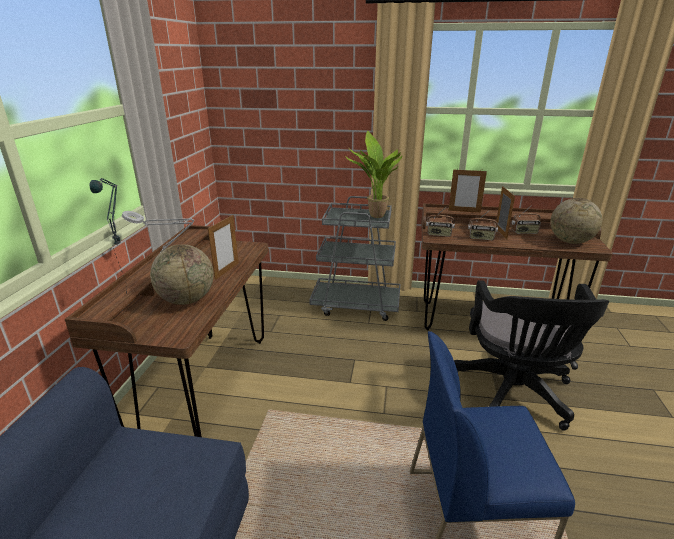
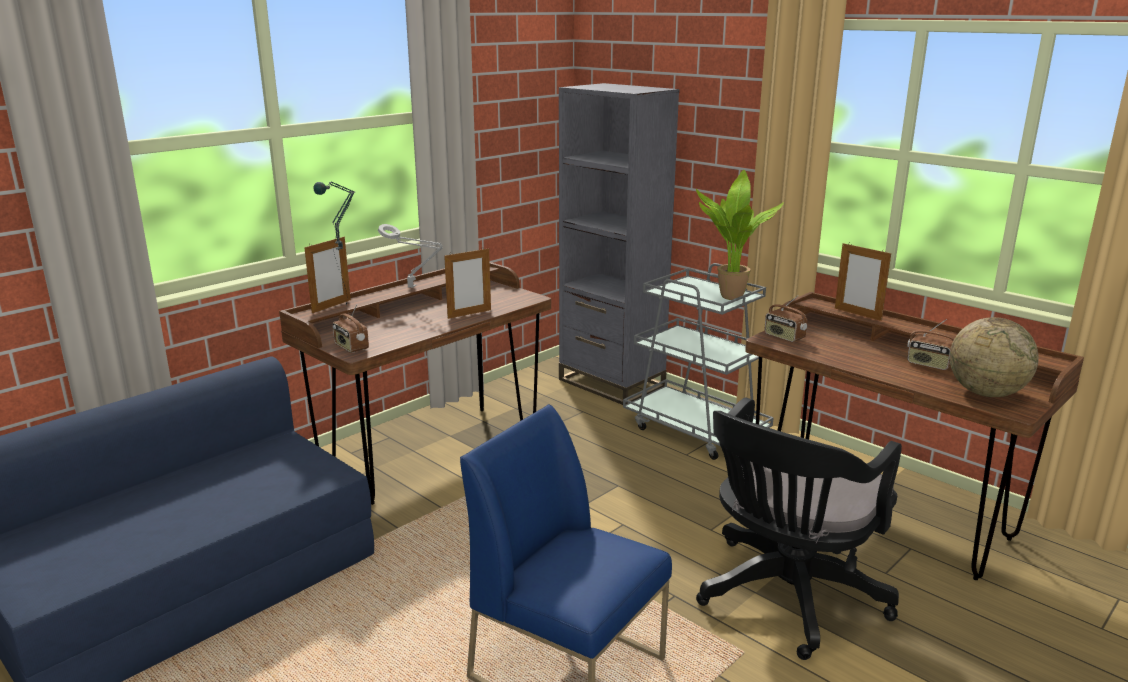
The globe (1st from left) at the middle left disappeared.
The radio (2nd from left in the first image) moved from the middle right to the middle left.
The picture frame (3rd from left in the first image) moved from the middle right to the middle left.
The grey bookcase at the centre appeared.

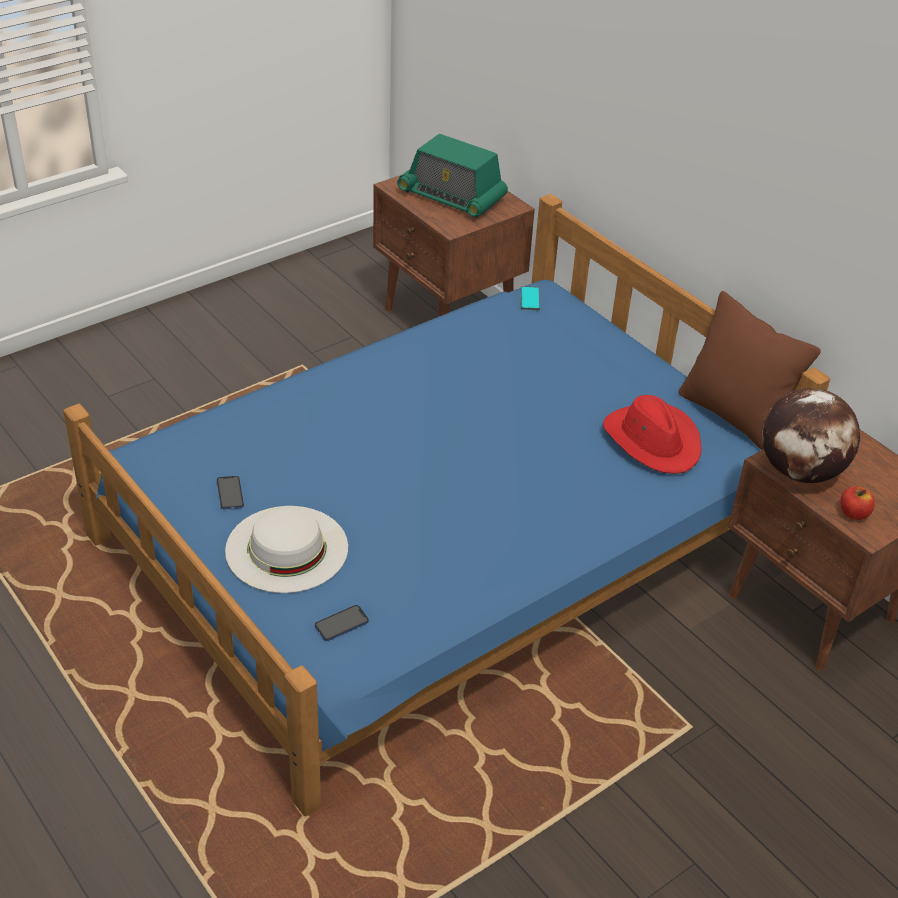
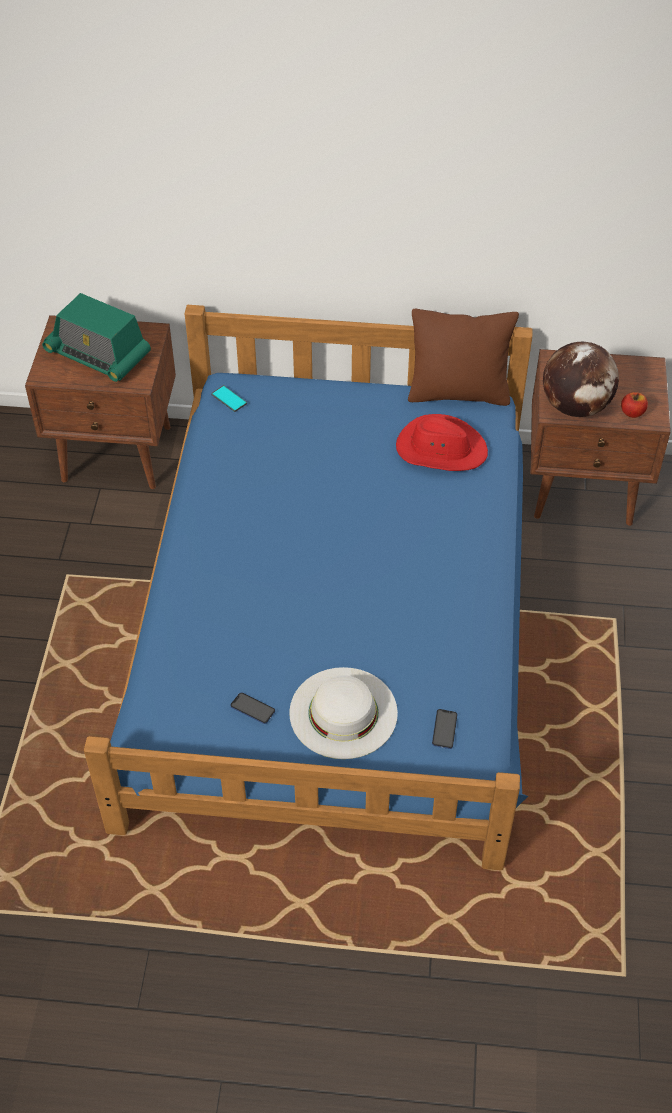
The radio at the top centre turned 45 degrees clockwise.

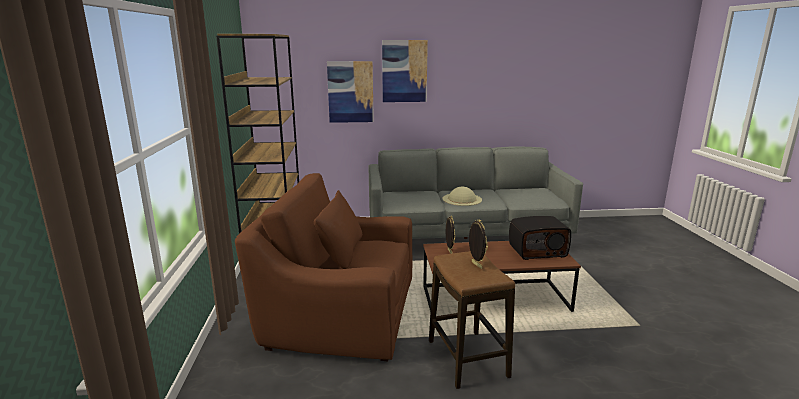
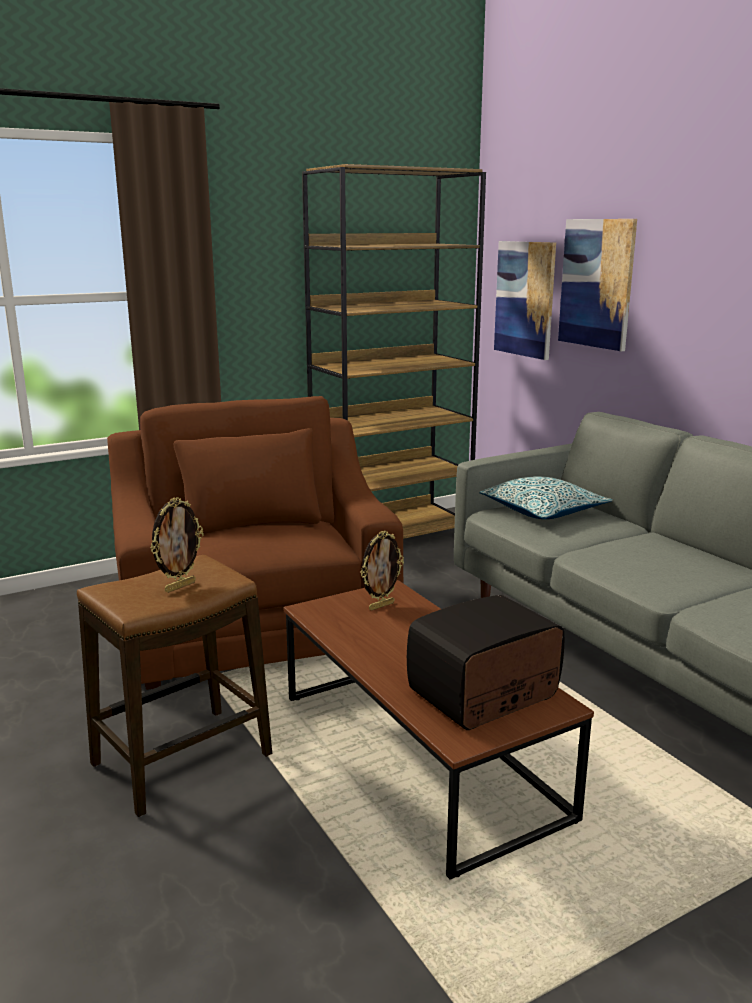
The picture (2nd from left in the first image) moved from the top centre to the top right.
The beige hat at the centre disappeared.
The radio at the middle right turned 90 degrees clockwise.
The pillow at the middle right appeared.

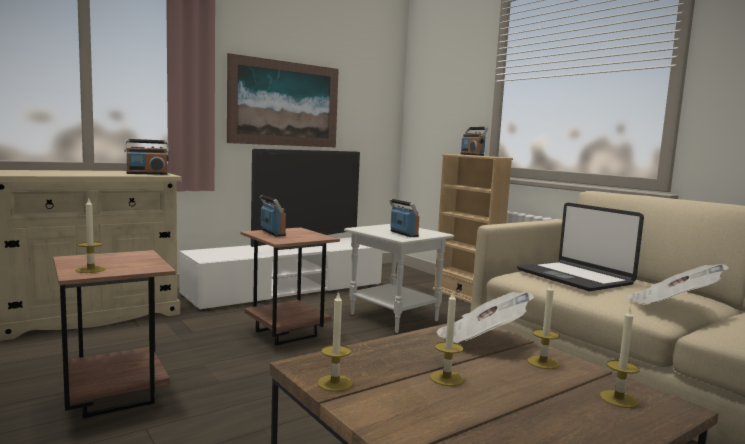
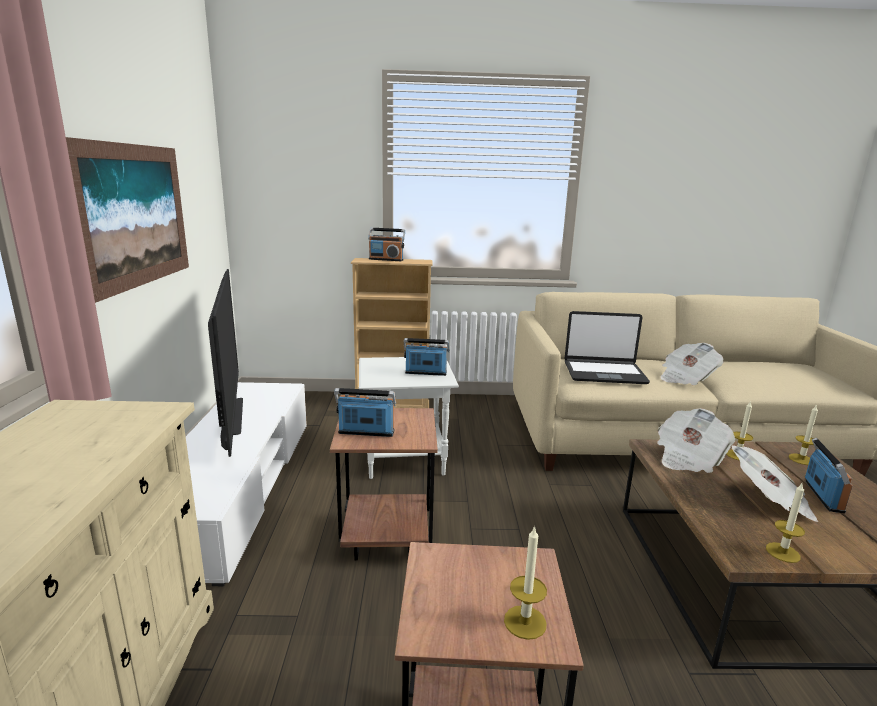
The radio (1st from left in the first image) moved from the middle left to the bottom right.
The candle (3rd from left) at the bottom centre was replaced by the newspaper (3rd from left) at the bottom right.

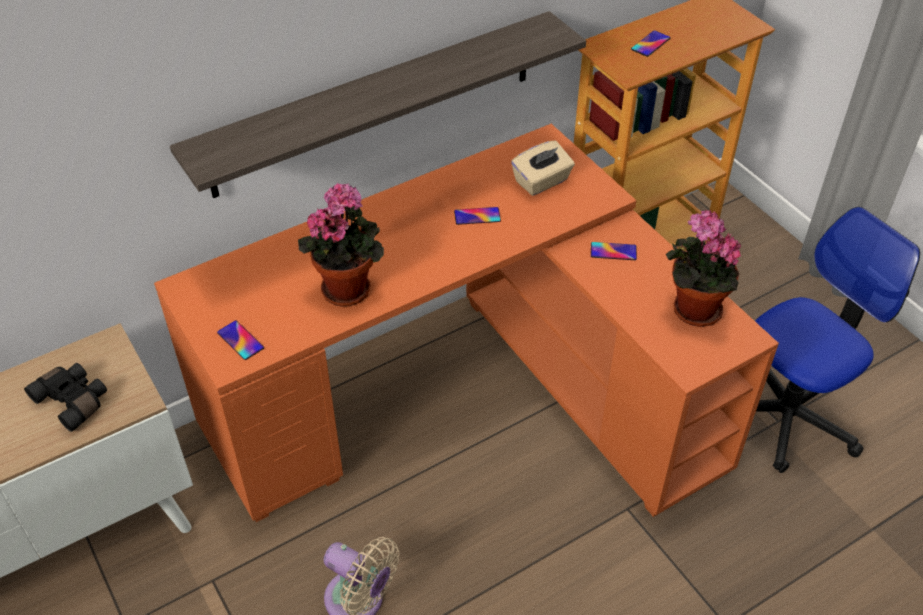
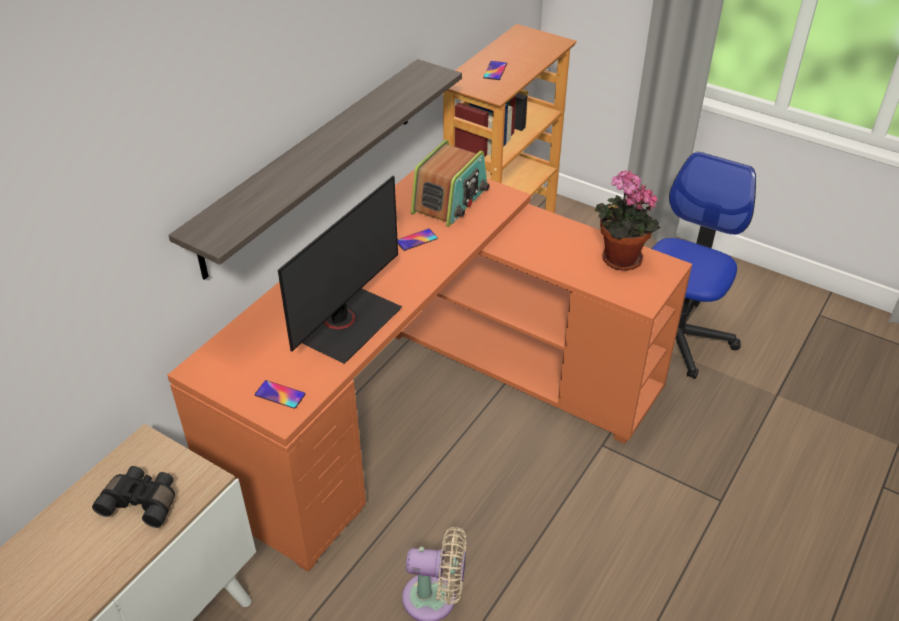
The potted plant (1st from left) at the centre was replaced by the monitor at the centre.
The beige tissue box at the top centre was replaced by the radio at the top centre.
The phone (3rd from left) at the centre disappeared.

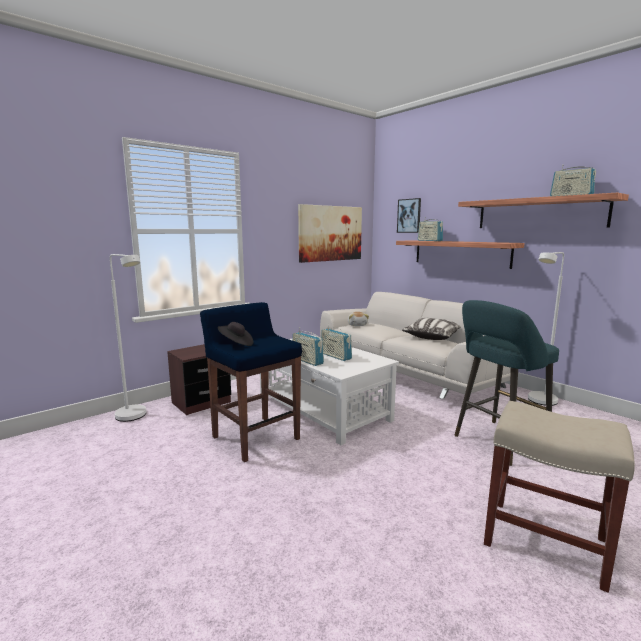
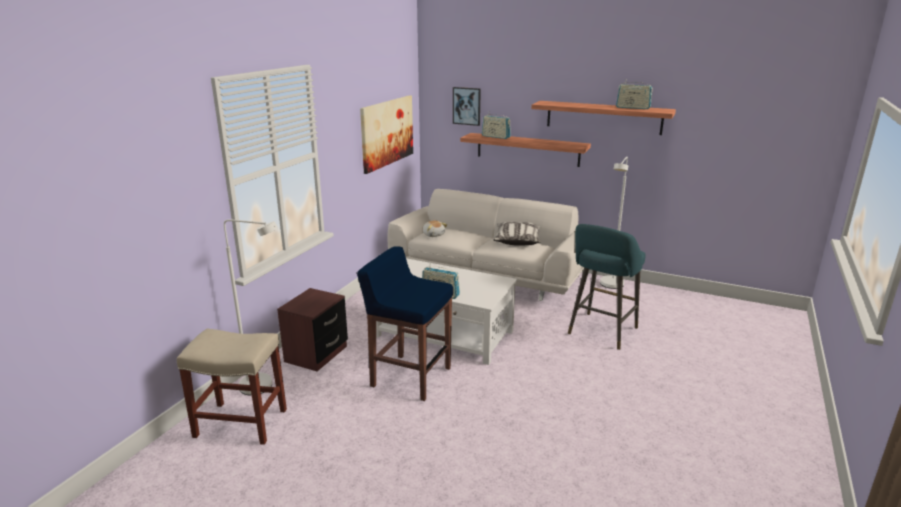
The black hat at the centre disappeared.
The radio (2nd from left) at the centre disappeared.
The beige stool moved from the bottom right to the bottom left.

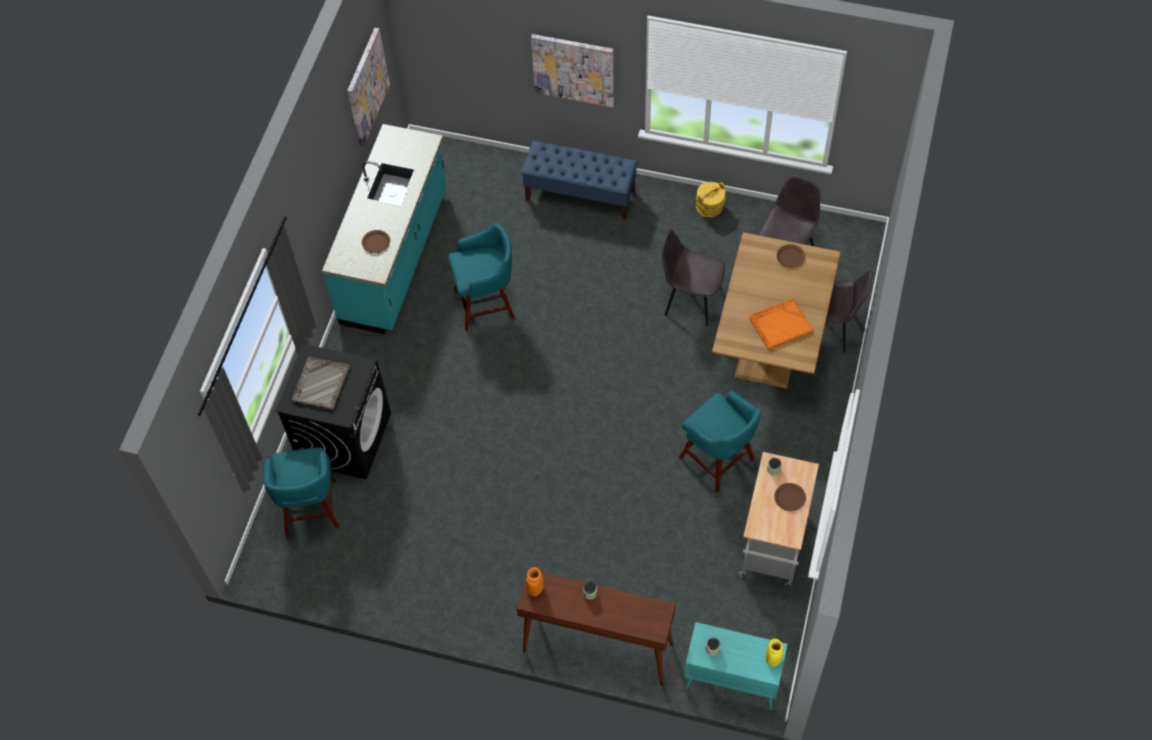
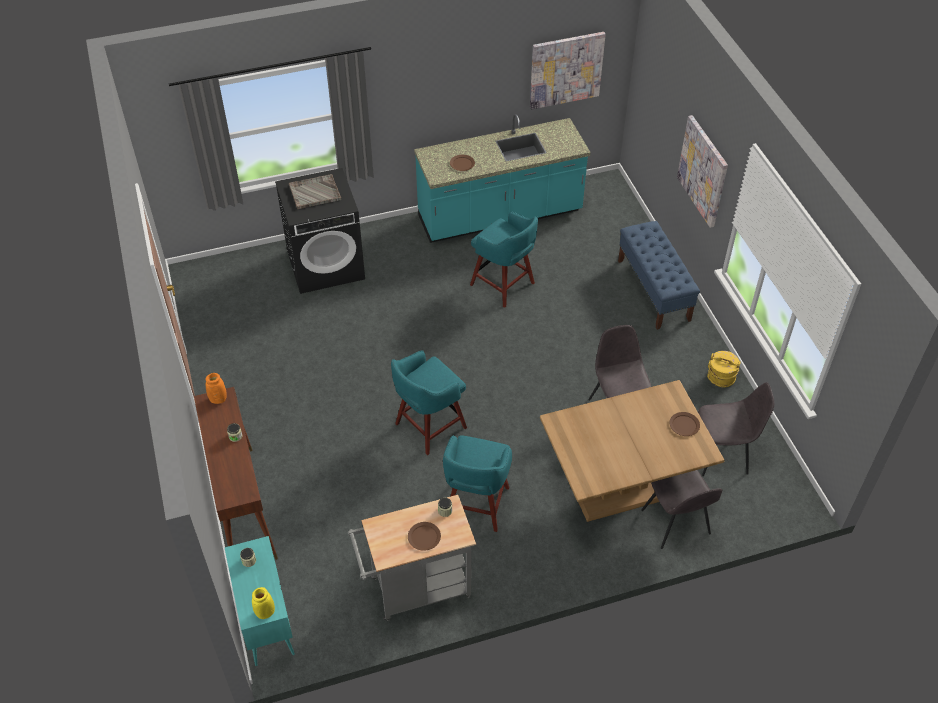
The turquoise stool (1st from left) moved from the middle left to the centre.
The orange tray at the middle right disappeared.

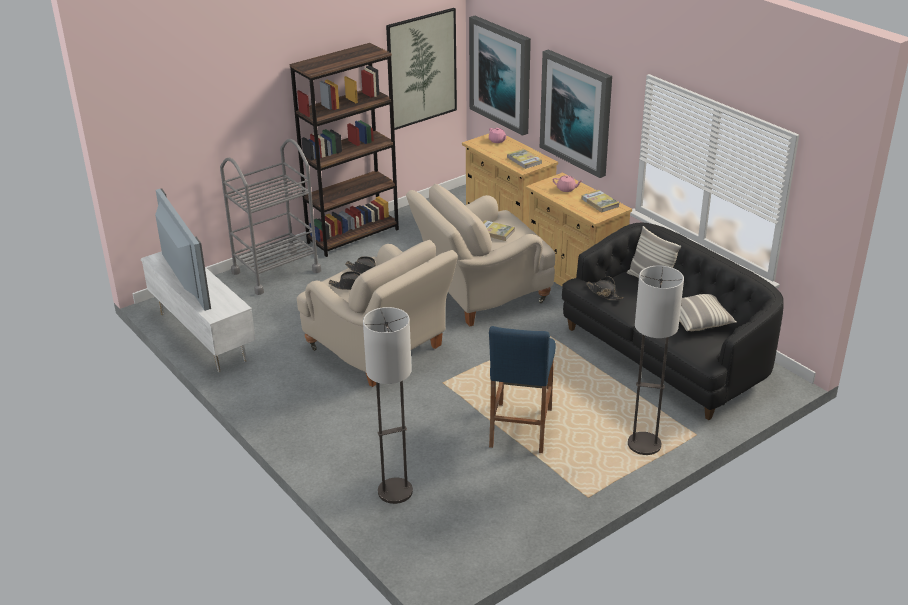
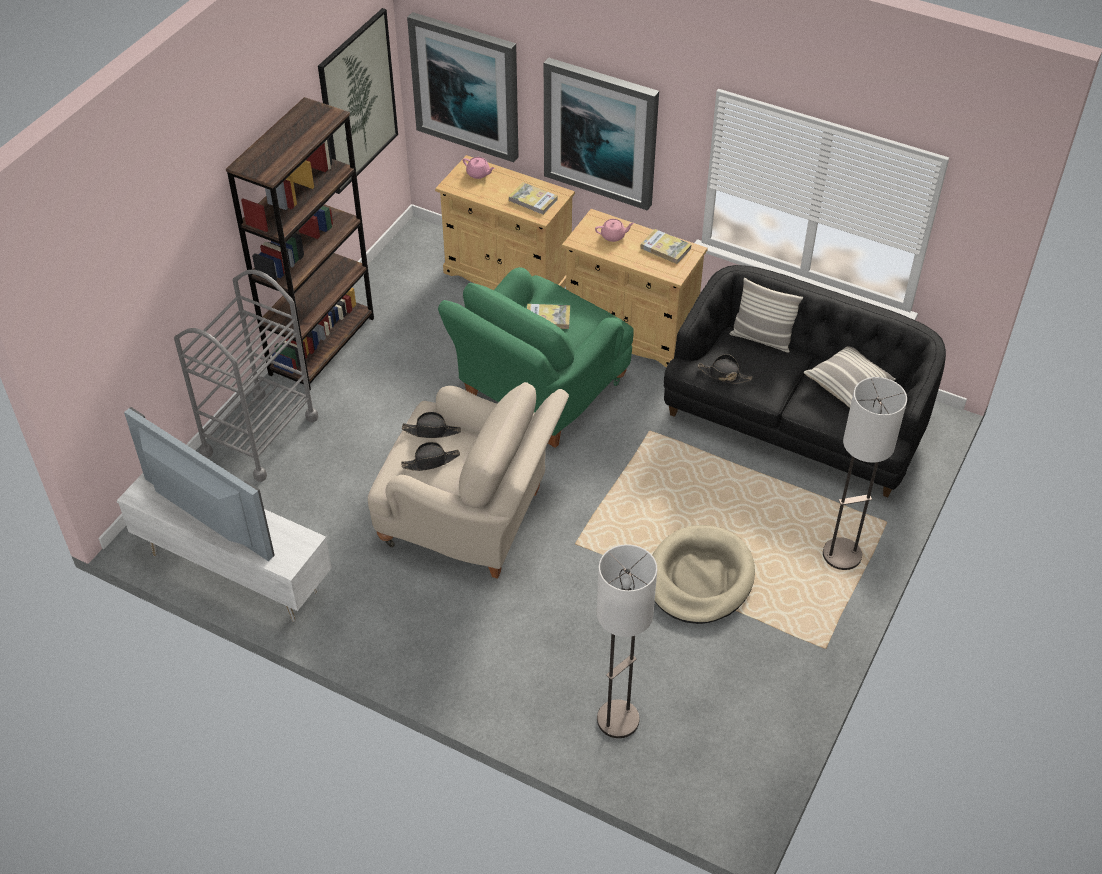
The beige armchair (2nd from left) at the centre became the green armchair at the centre.
The blue stool at the centre was replaced by the beige dog bed at the centre.

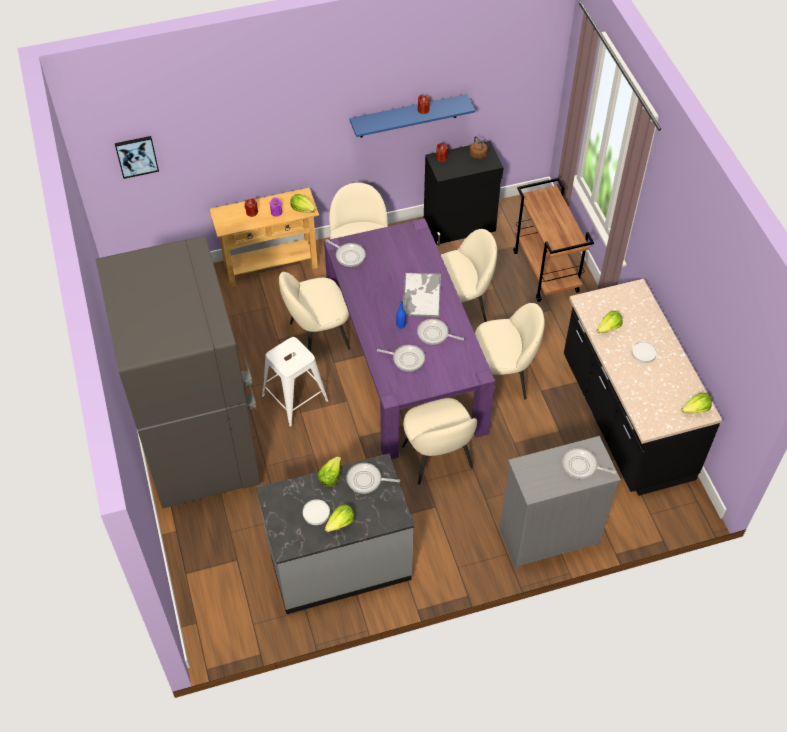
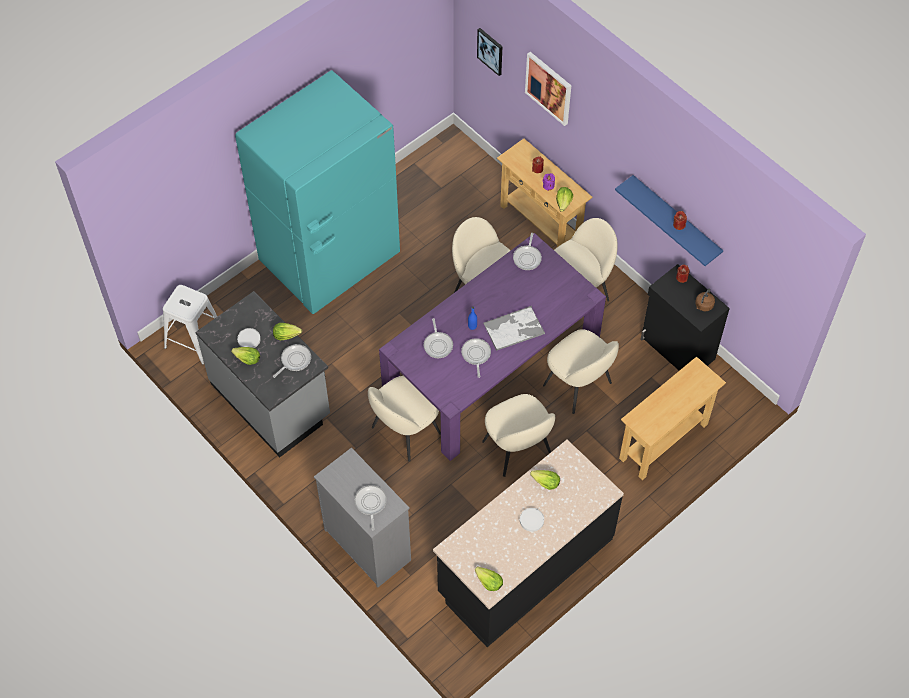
The grey fridge at the middle left became the turquoise fridge at the top centre.
The white stool moved from the centre to the middle left.
The frying pan (2nd from left in the first image) at the centre turned 60 degrees clockwise.
The brown cart at the top right was replaced by the beige console table (2nd from left) at the middle right.
The picture (2nd from left) at the top centre appeared.

